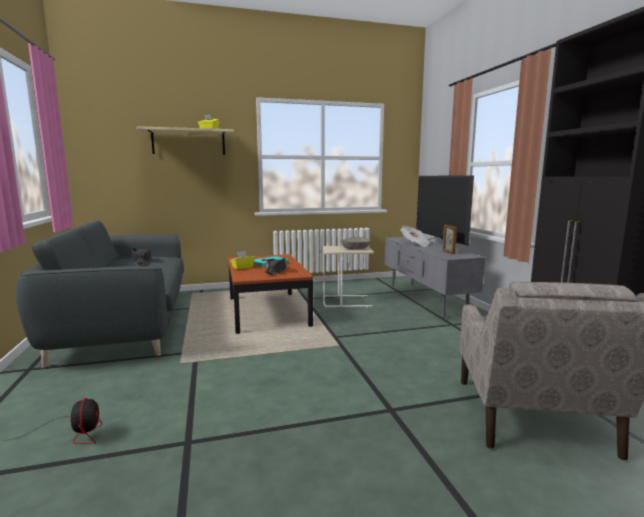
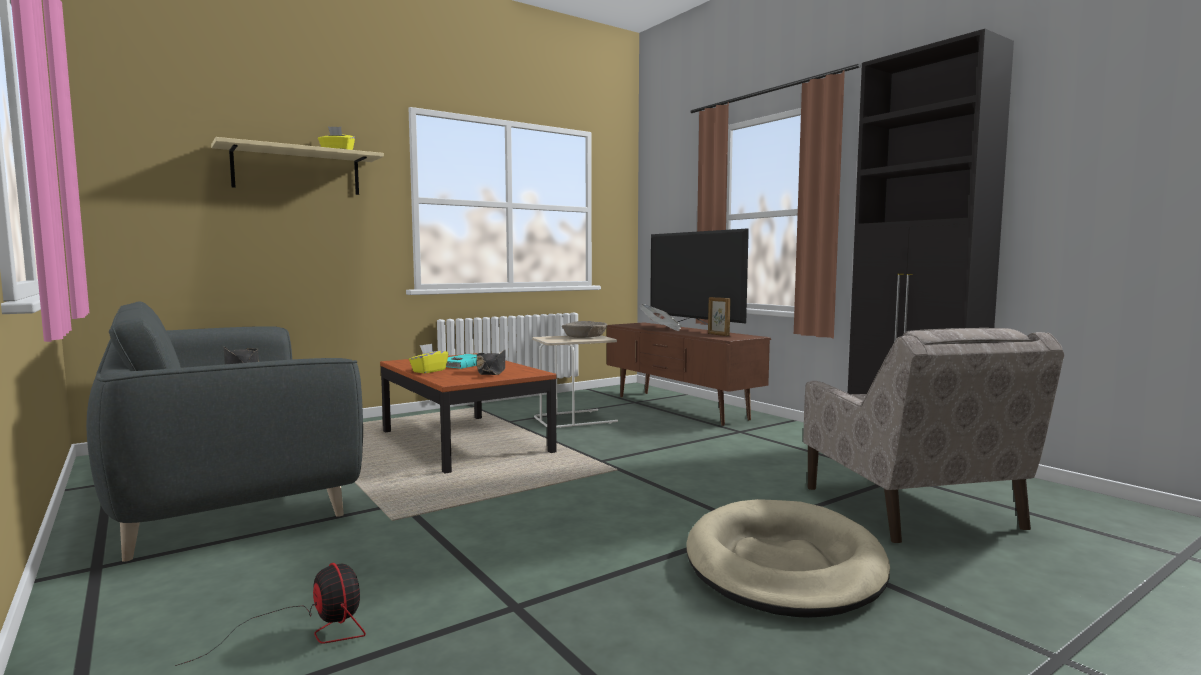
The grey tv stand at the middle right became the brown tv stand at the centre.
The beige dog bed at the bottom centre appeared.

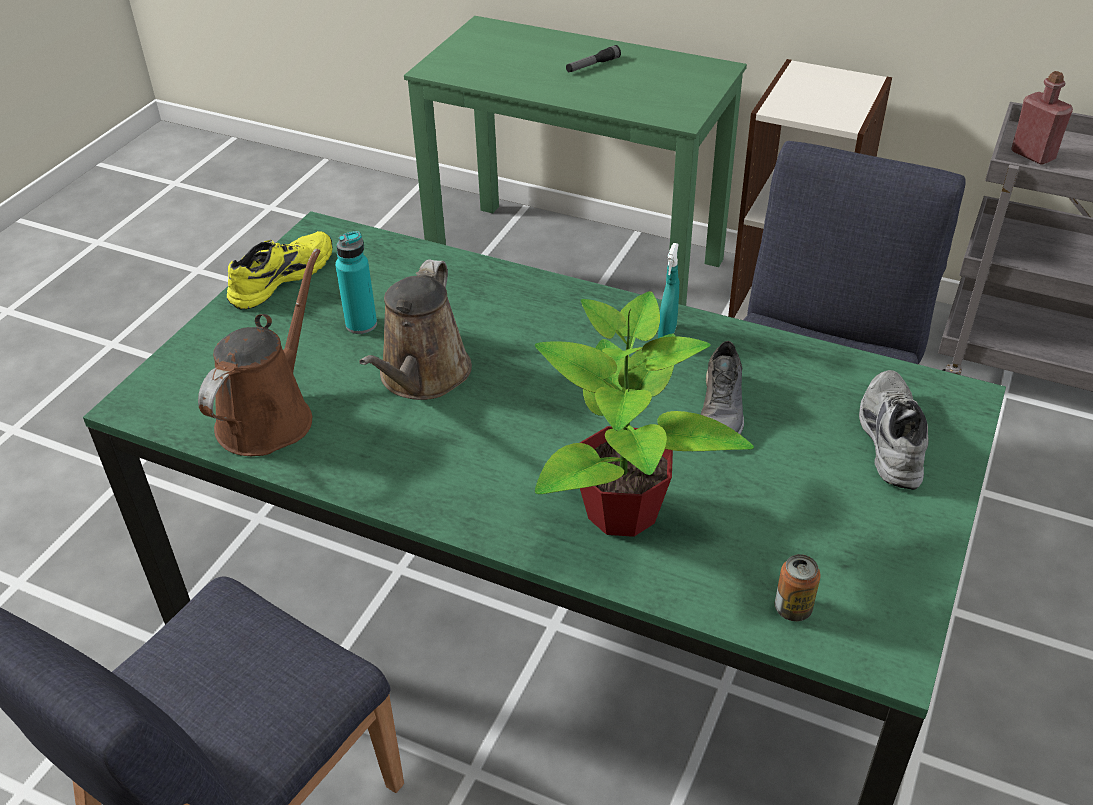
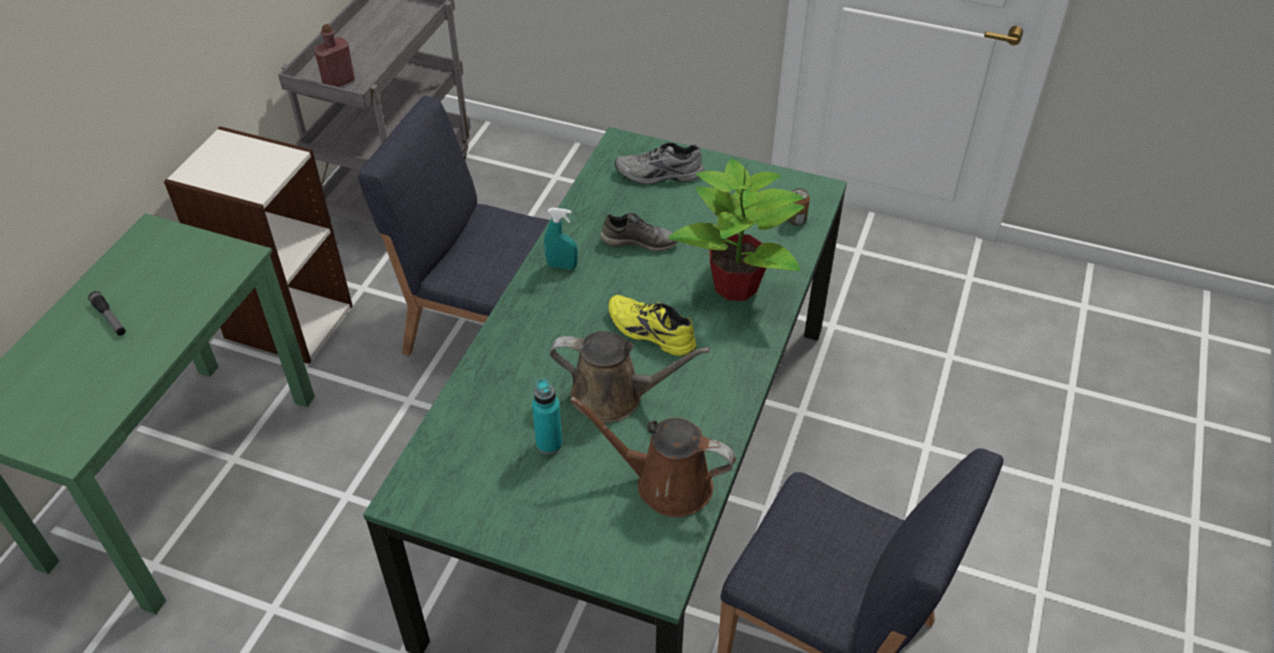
The yellow shoe moved from the middle left to the centre.

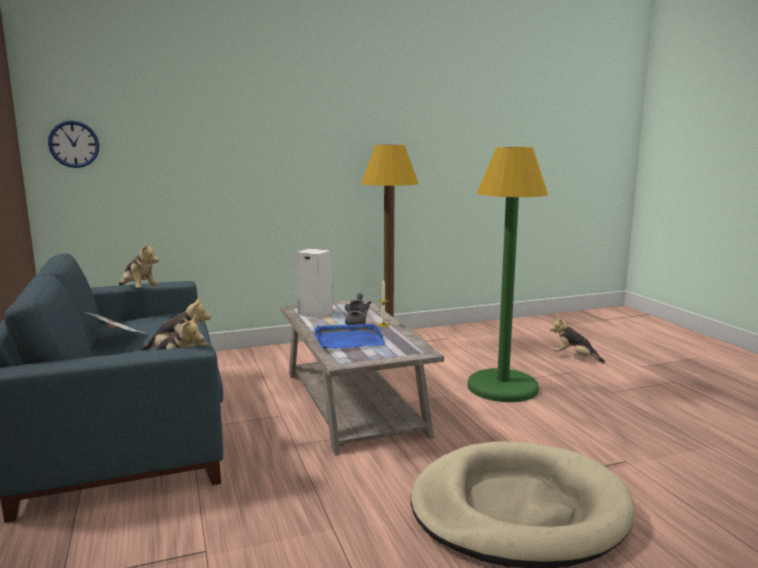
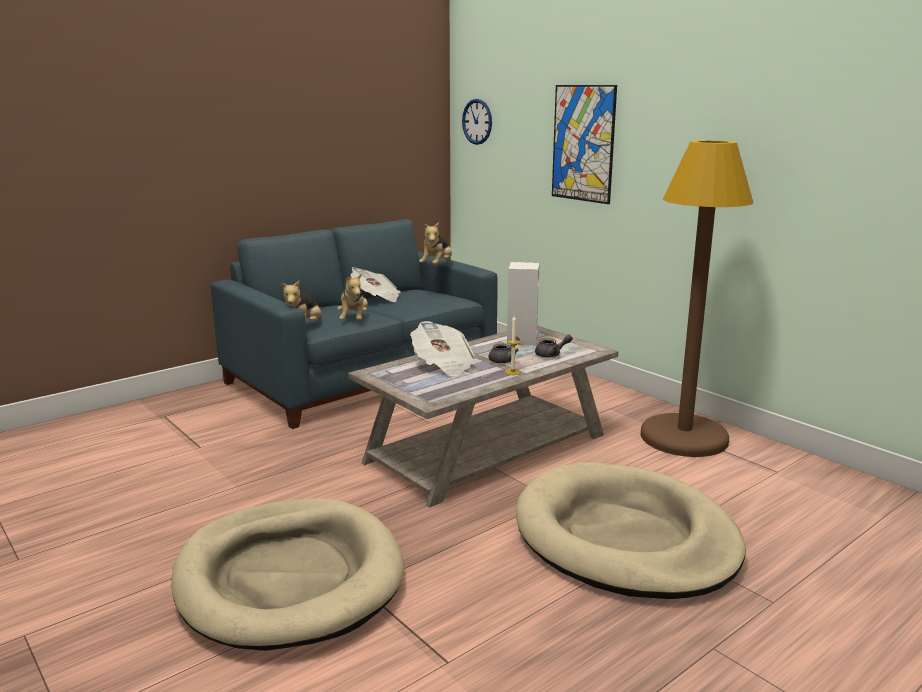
The blue tray at the centre was replaced by the newspaper (2nd from left) at the centre.
The green floor lamp at the middle right was replaced by the beige dog bed (2nd from left) at the bottom right.
The plush toy (4th from left) at the middle right disappeared.
The picture at the top centre appeared.

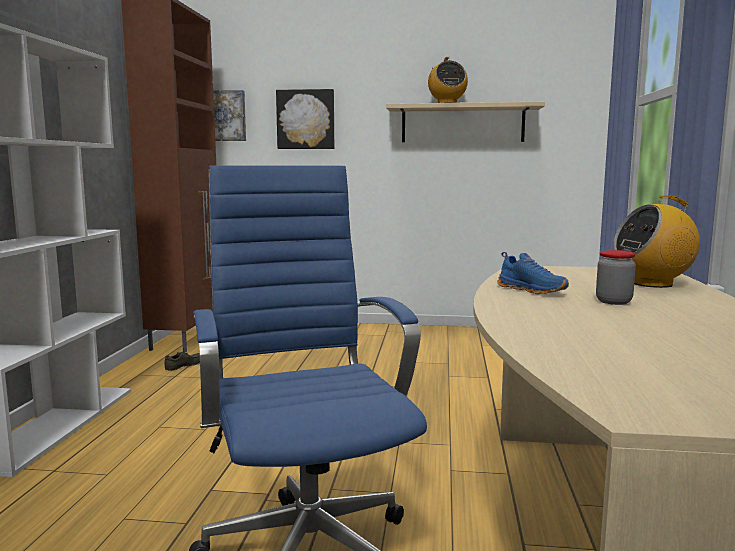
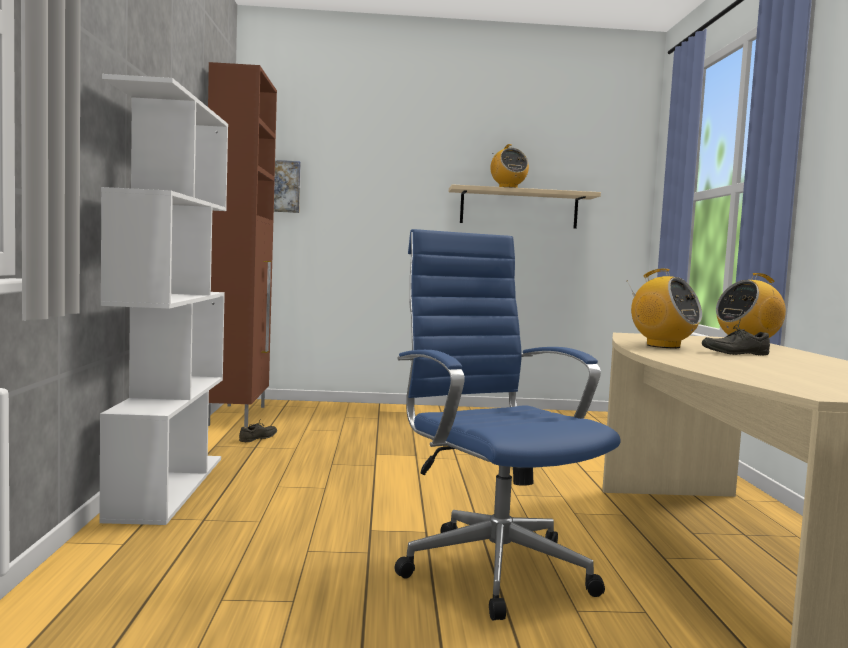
The picture (2nd from left) at the top centre disappeared.
The blue shoe at the middle right was replaced by the radio (2nd from left) at the middle right.
The jar at the middle right was replaced by the grey shoe (2nd from left) at the middle right.

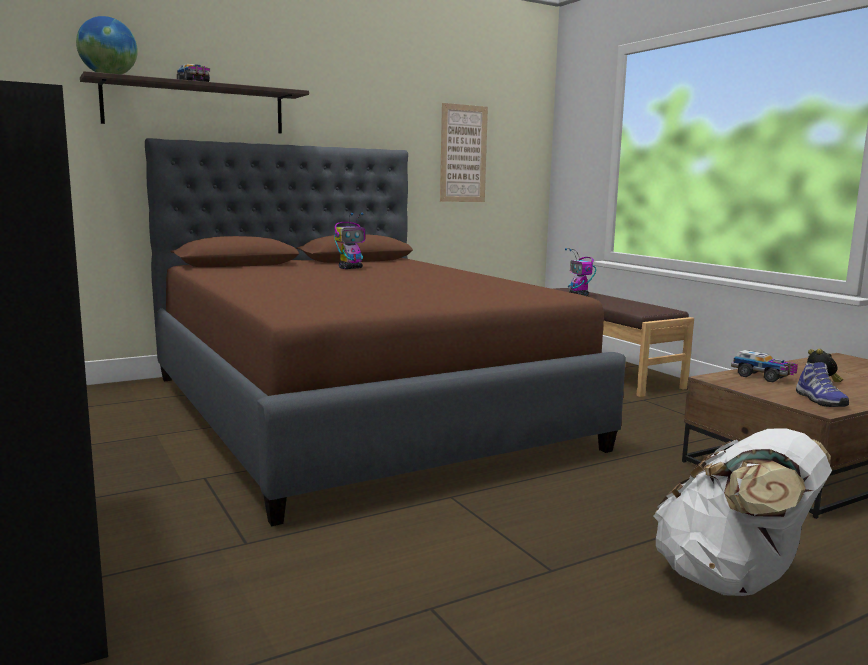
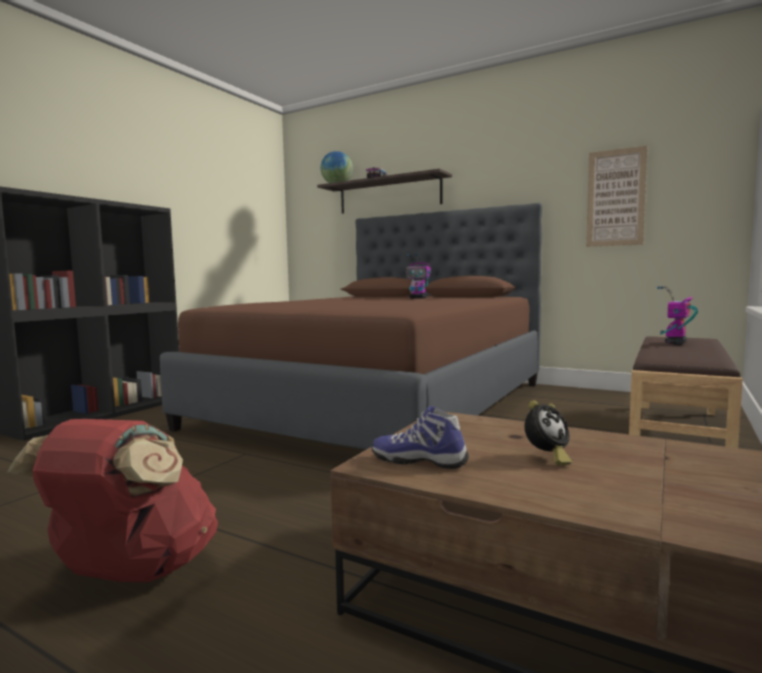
The white backpack at the bottom right became the red backpack at the bottom left.
The toy truck (2nd from left) at the middle right disappeared.
The shoe at the middle right turned 60 degrees clockwise.

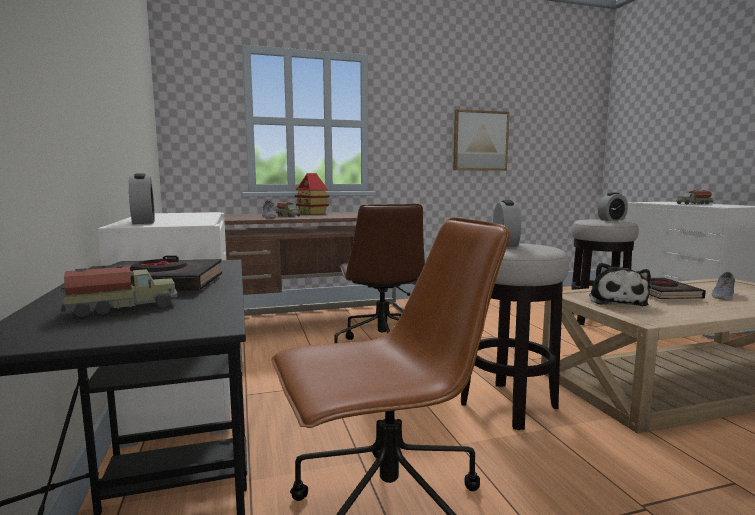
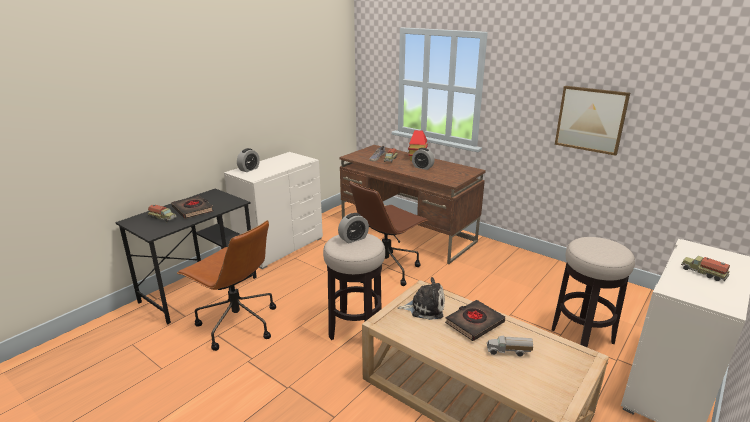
The plush toy at the middle right turned 150 degrees counterclockwise.
The alarm clock (3rd from left) moved from the middle right to the centre.
The shoe (2nd from left) at the middle right was replaced by the toy truck (3rd from left) at the bottom right.

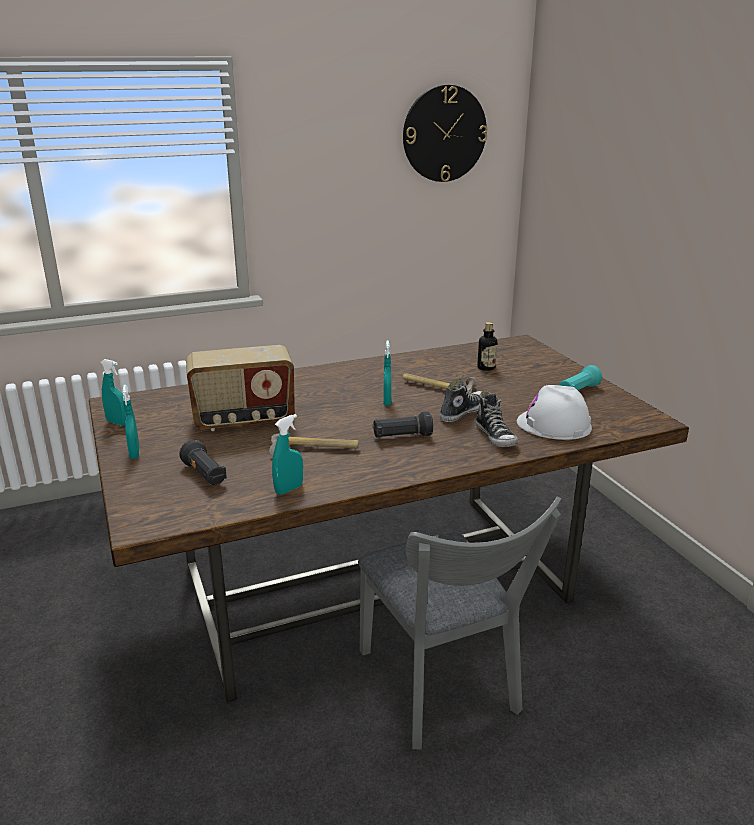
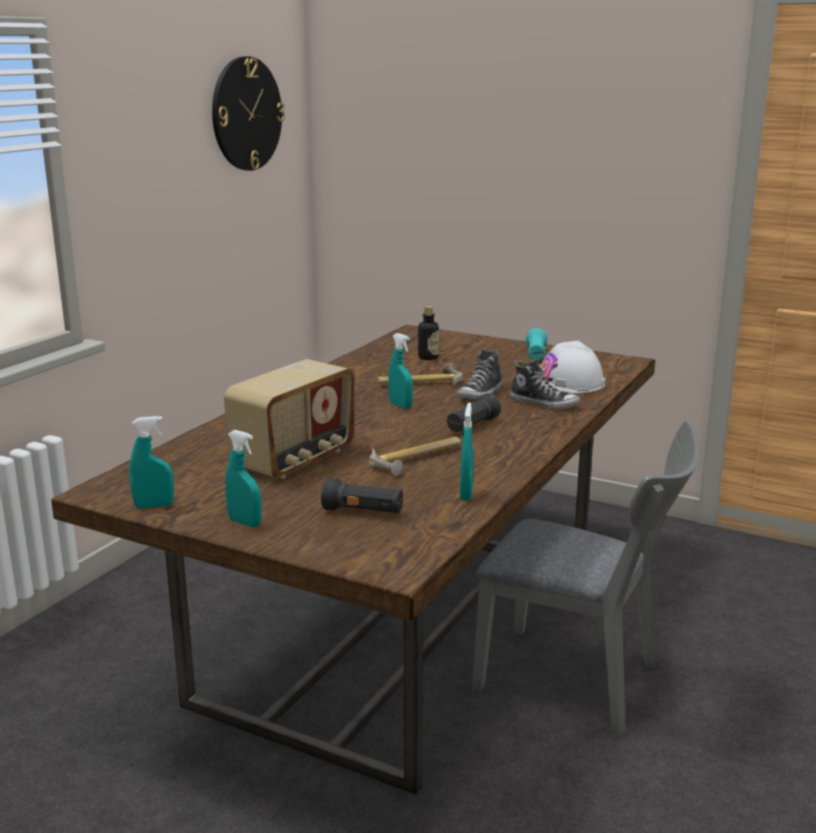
The shoe (1st from left) at the centre turned 150 degrees counterclockwise.

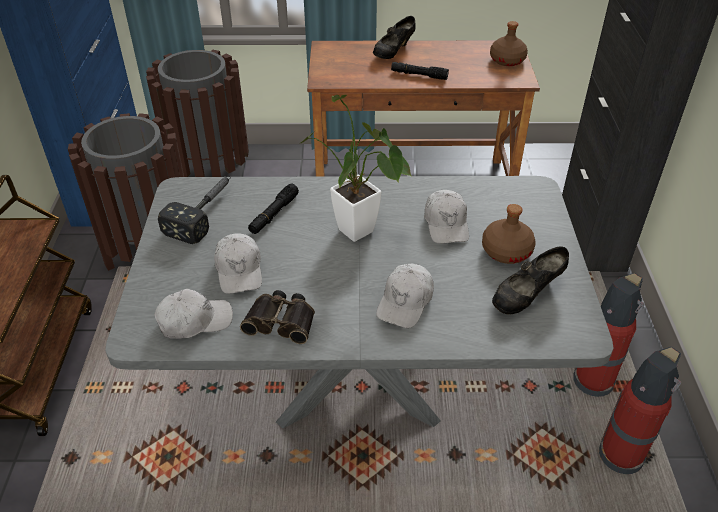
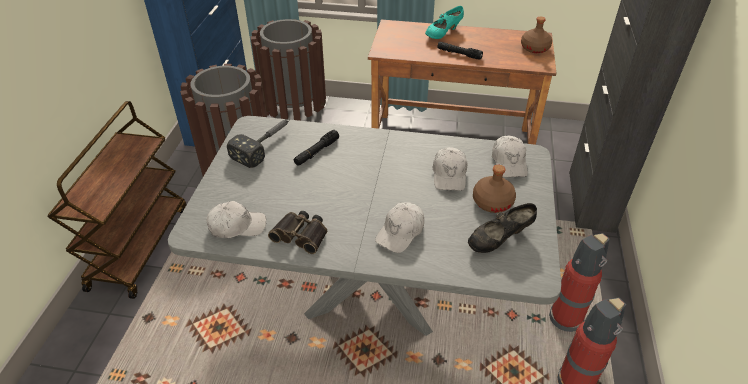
The white cap (2nd from left in the first image) moved from the middle left to the middle right.
The potted plant at the top centre disappeared.
The black shoe (1st from left) at the top centre became the turquoise shoe at the top centre.

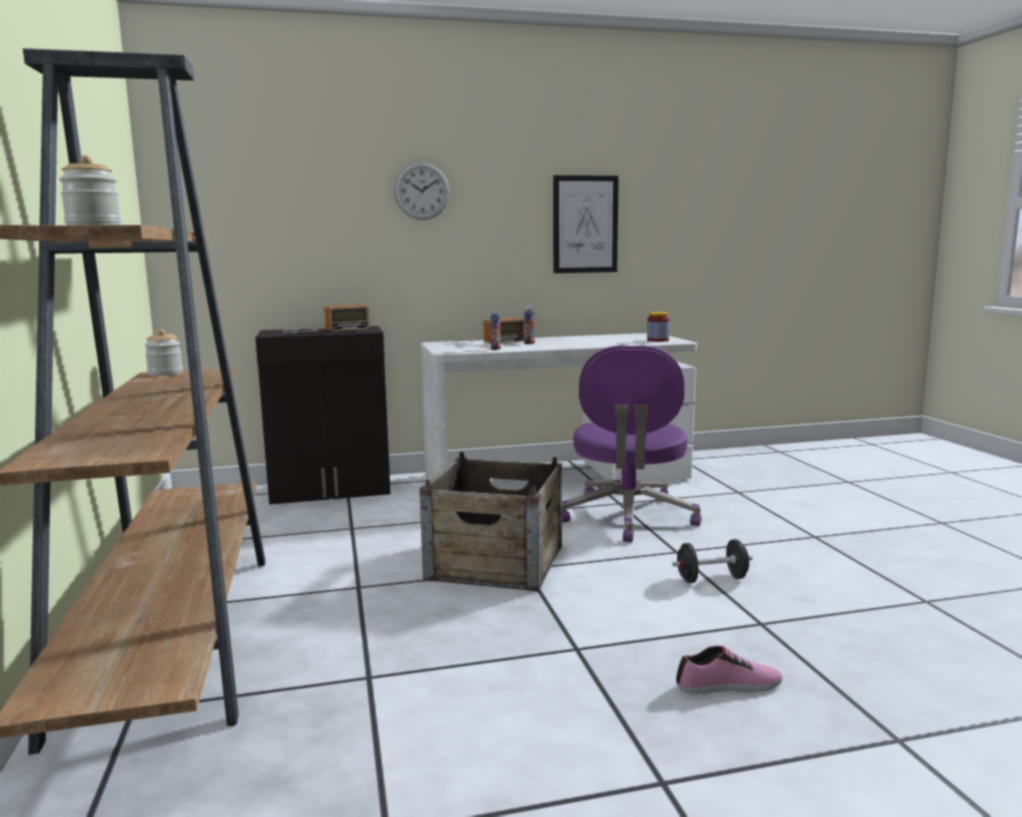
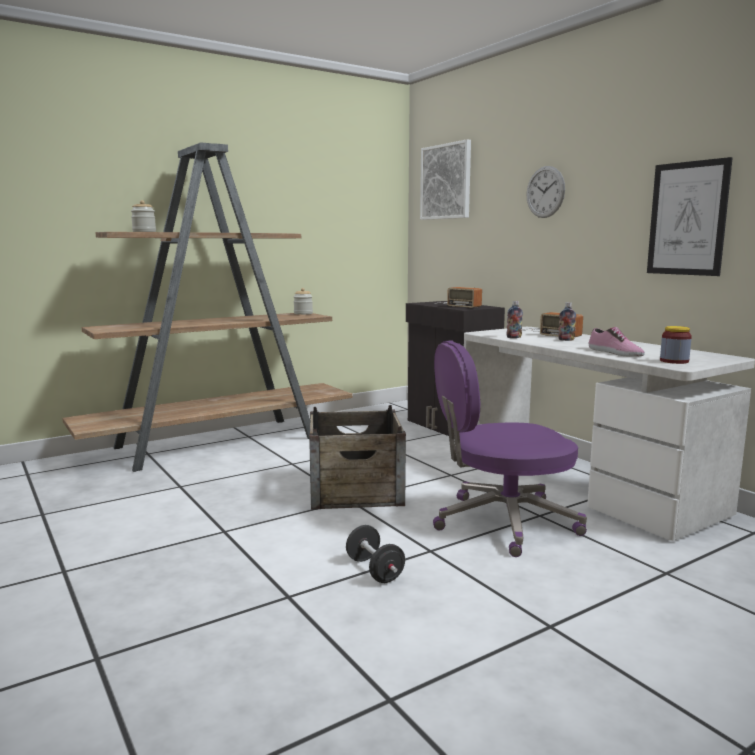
The shoe moved from the bottom right to the middle right.
The picture (1st from left) at the top centre appeared.

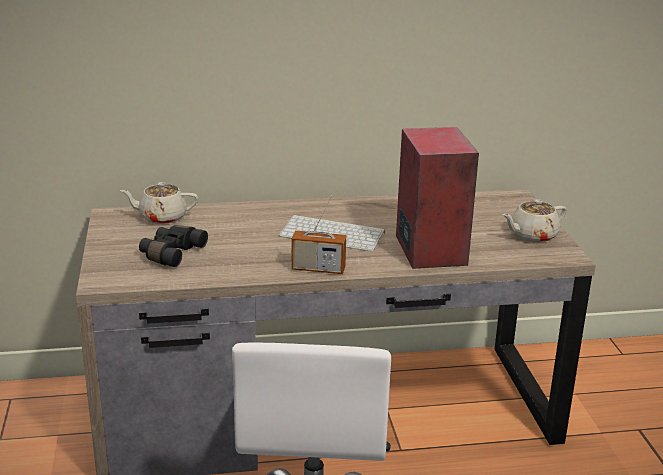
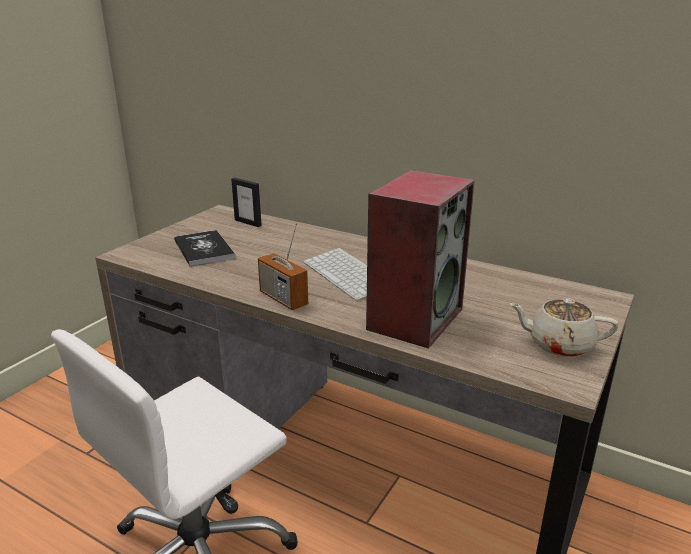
The beige teapot (1st from left) at the middle left was replaced by the picture frame at the centre.
The black binoculars at the middle left was replaced by the book at the middle left.

